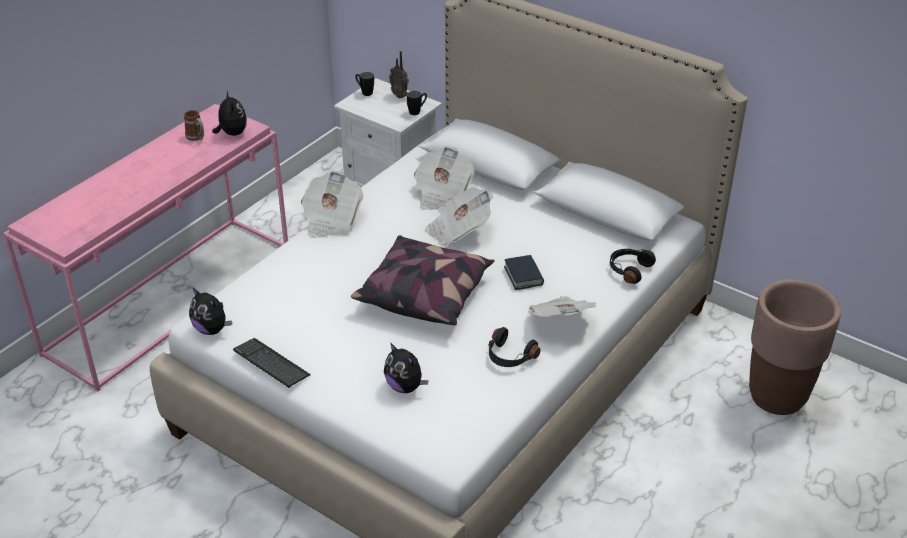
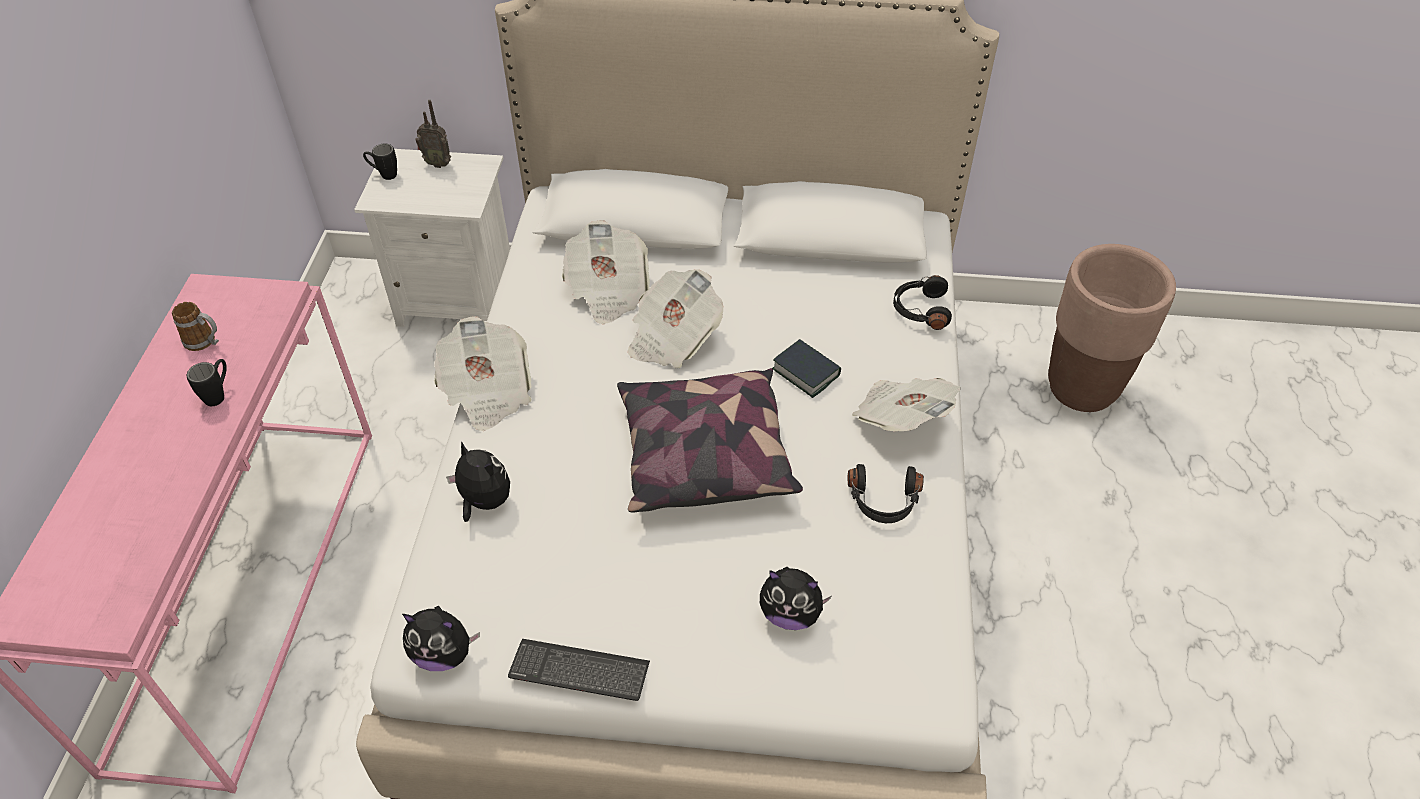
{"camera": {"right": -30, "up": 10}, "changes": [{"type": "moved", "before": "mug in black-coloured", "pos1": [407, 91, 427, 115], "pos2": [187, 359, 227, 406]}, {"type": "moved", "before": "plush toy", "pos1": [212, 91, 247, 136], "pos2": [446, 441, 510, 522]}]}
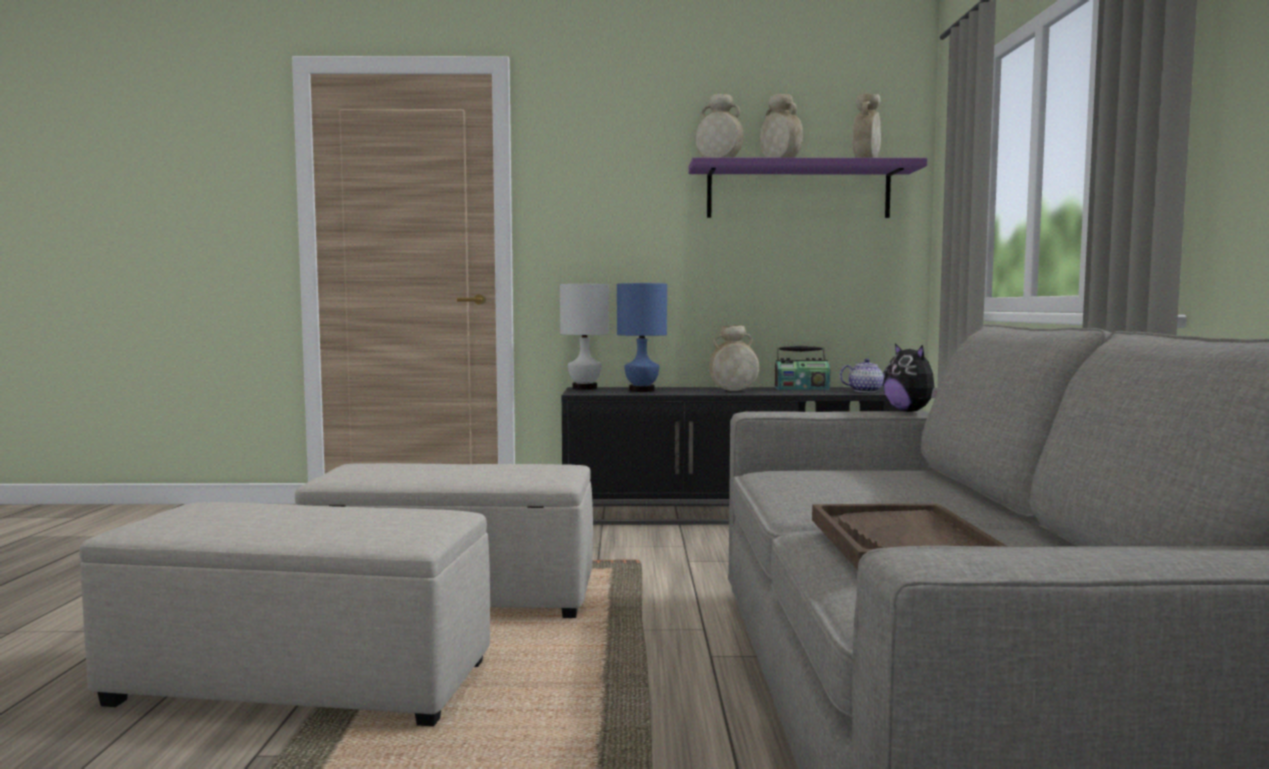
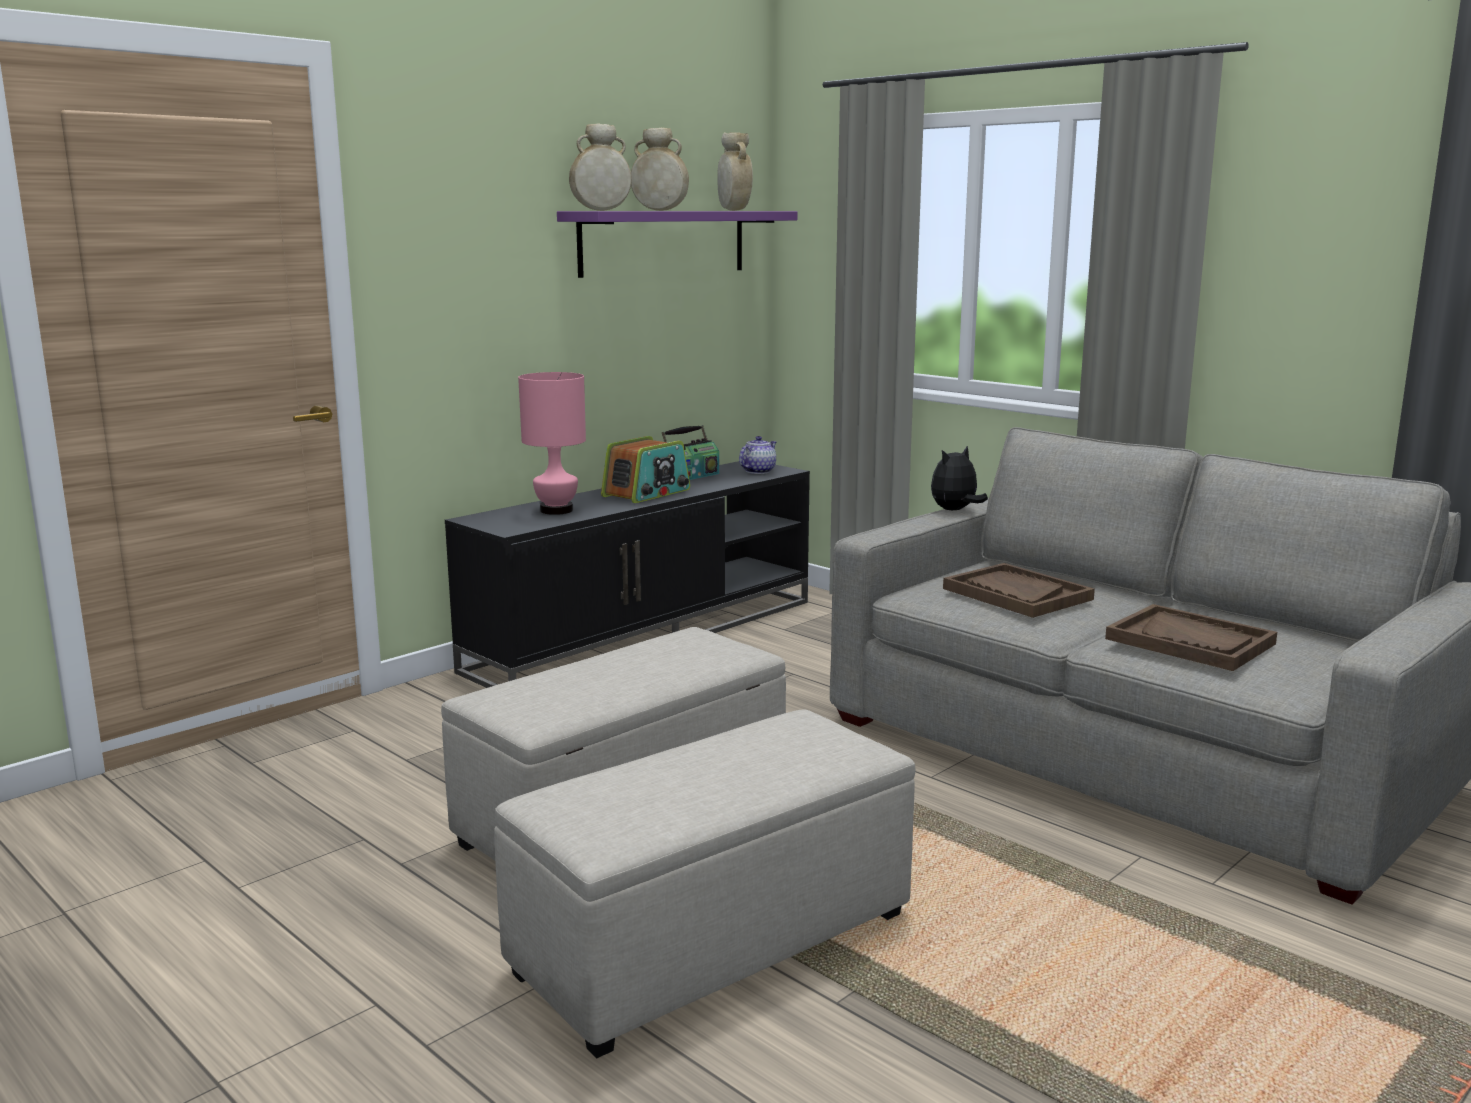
{"camera": {"right": -45, "up": 10}, "changes": [{"type": "recoloured", "before": "lamp for a table in blue-coloured", "after": "lamp for a table in pink-coloured", "pos1": [617, 283, 667, 392], "pos2": [518, 372, 586, 515]}, {"type": "replaced", "before": "flower vase in beige-coloured", "after": "radio set", "pos1": [709, 325, 759, 391], "pos2": [601, 436, 690, 503]}, {"type": "turned", "before": "plush toy", "pos1": [883, 343, 938, 412], "pos2": [931, 446, 988, 510], "turn": 120}, {"type": "added", "after": "carrying tray in brown-coloured", "pos2": [943, 563, 1095, 618]}, {"type": "removed", "before": "lamp for a table in white", "pos1": [560, 284, 609, 390]}]}
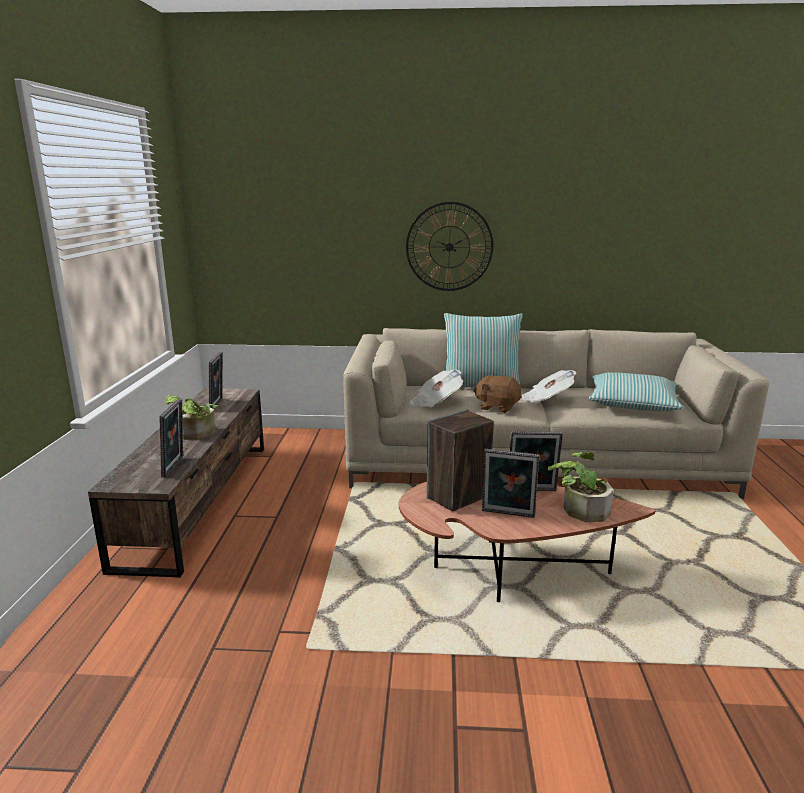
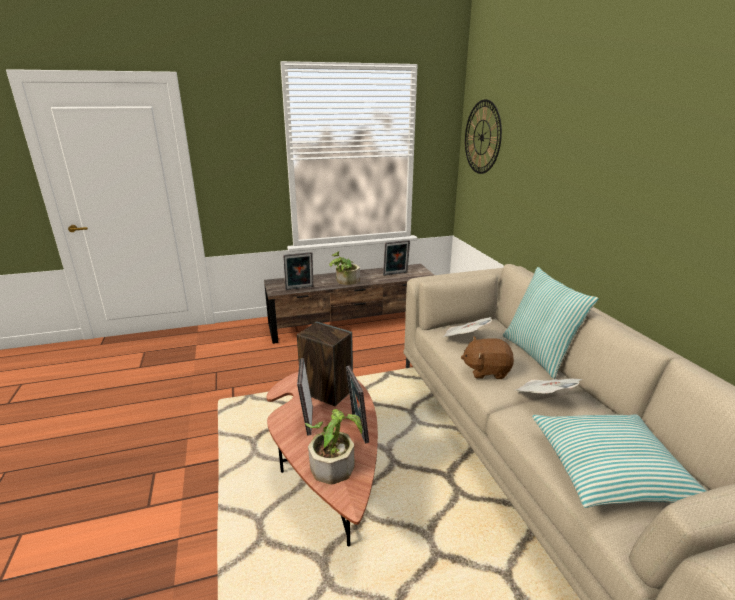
{"camera": {"right": 70, "up": 5}, "changes": [{"type": "turned", "before": "plush toy in brown-coloured", "pos1": [473, 375, 522, 413], "pos2": [461, 336, 514, 379], "turn": -90}, {"type": "moved", "before": "clock on the wall", "pos1": [406, 202, 493, 291], "pos2": [465, 99, 502, 174]}]}
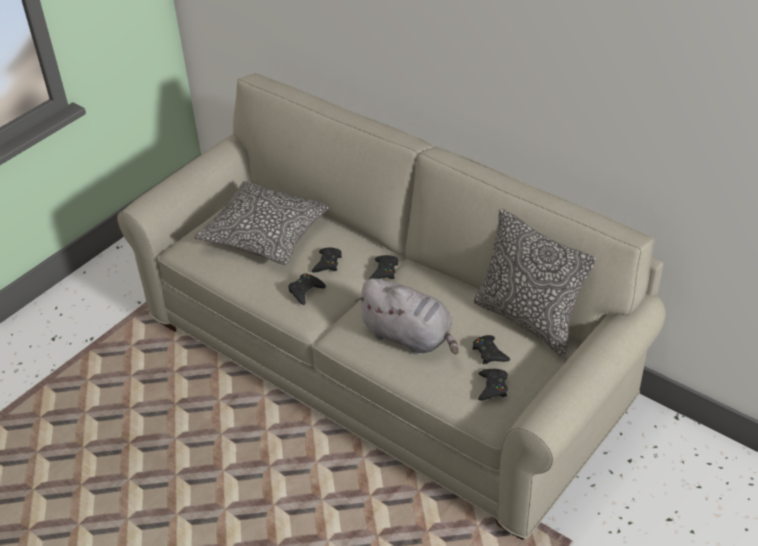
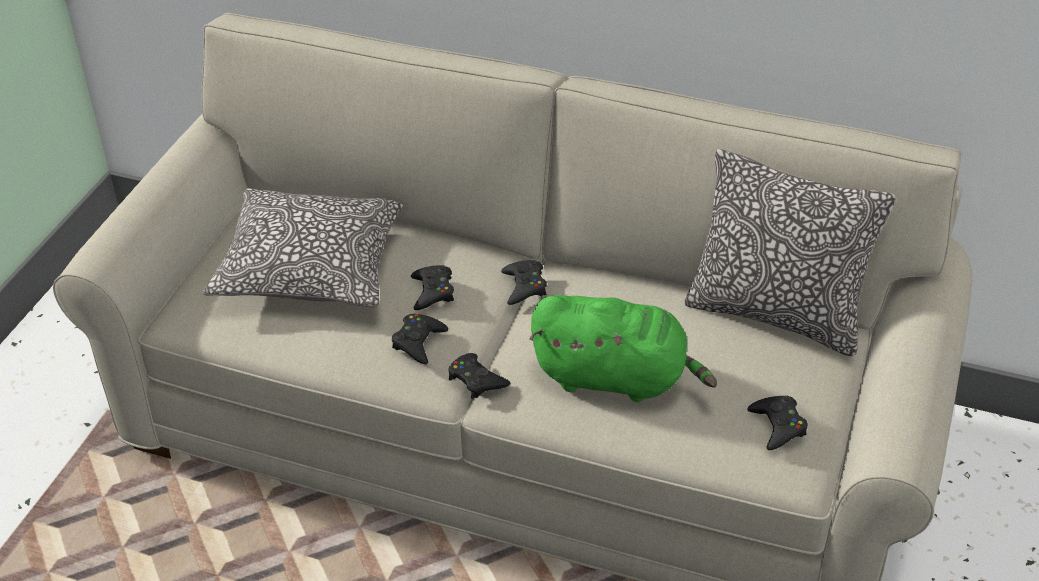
{"camera": {"right": -20, "up": 0}, "changes": [{"type": "moved", "before": "game controller in black-coloured", "pos1": [472, 335, 510, 364], "pos2": [448, 353, 510, 399]}, {"type": "recoloured", "before": "plush toy in greyish", "after": "plush toy in greenish", "pos1": [355, 278, 458, 355], "pos2": [530, 295, 717, 402]}]}
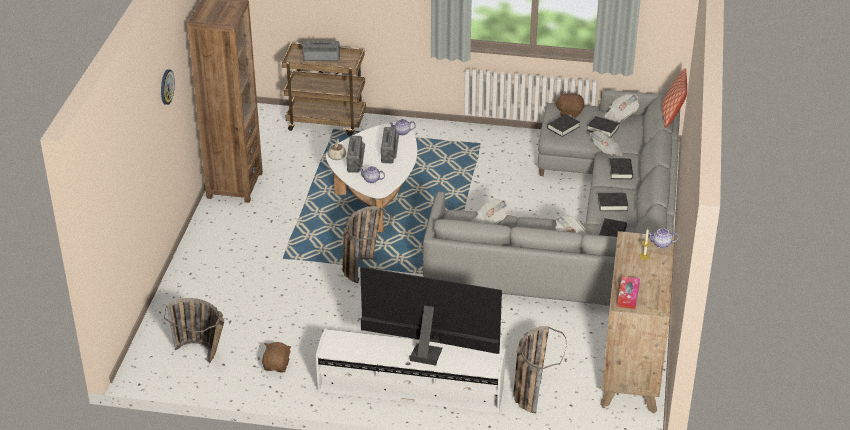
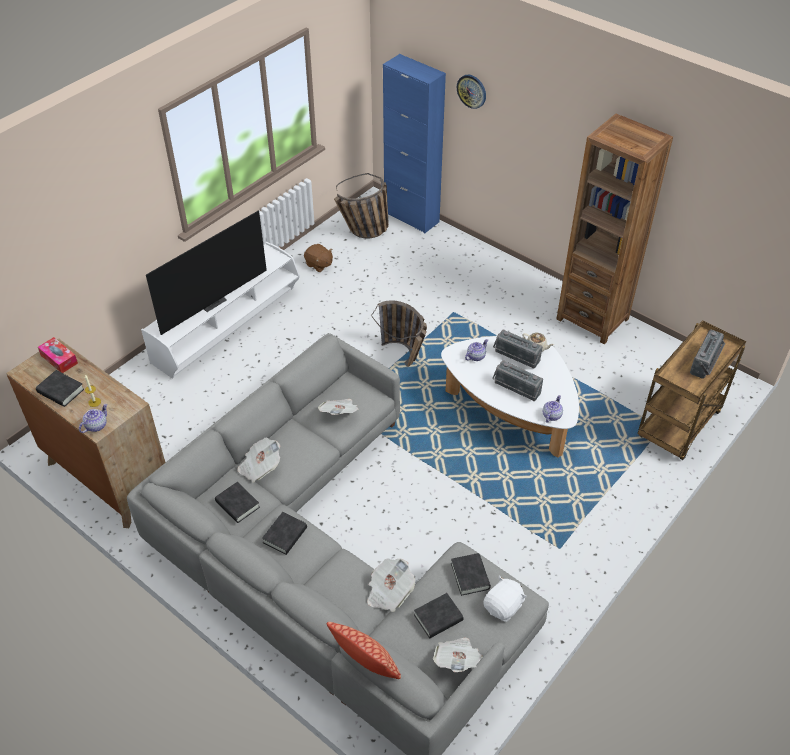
{"camera": {"right": 120, "up": 10}, "changes": [{"type": "moved", "before": "volume in black-coloured", "pos1": [609, 158, 633, 179], "pos2": [36, 370, 84, 407]}, {"type": "added", "after": "cabinet in blue-coloured", "pos2": [383, 54, 446, 233]}, {"type": "moved", "before": "clock on the wall", "pos1": [161, 69, 175, 105], "pos2": [457, 75, 486, 109]}, {"type": "recoloured", "before": "plush toy in brown-coloured", "after": "plush toy in white", "pos1": [555, 92, 585, 118], "pos2": [483, 576, 527, 622]}, {"type": "removed", "before": "basket", "pos1": [513, 326, 567, 413]}]}
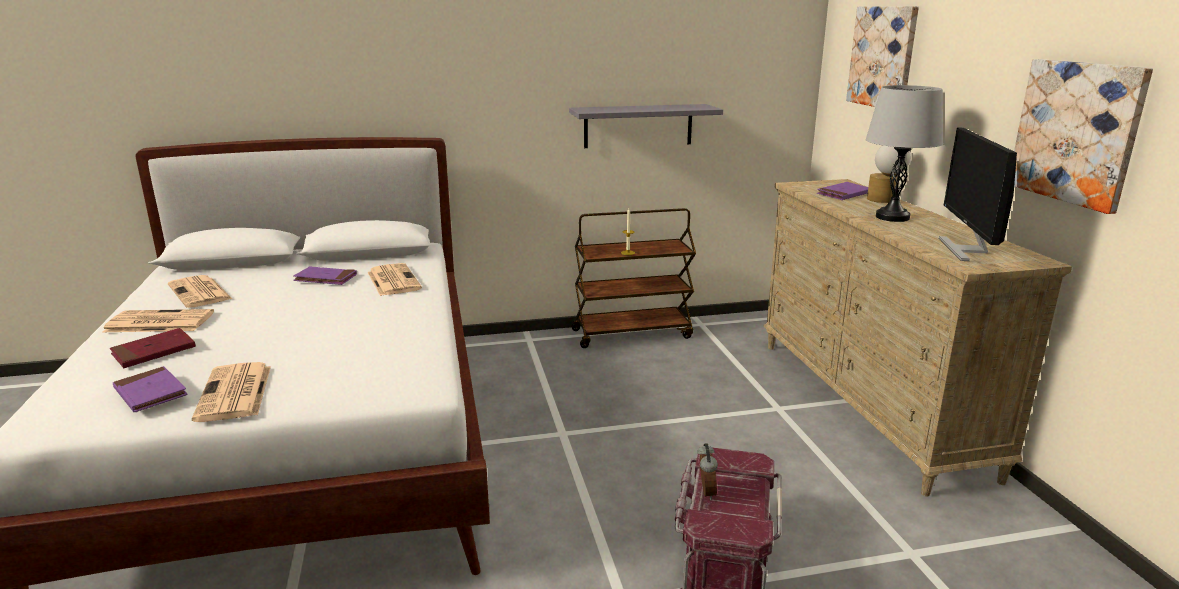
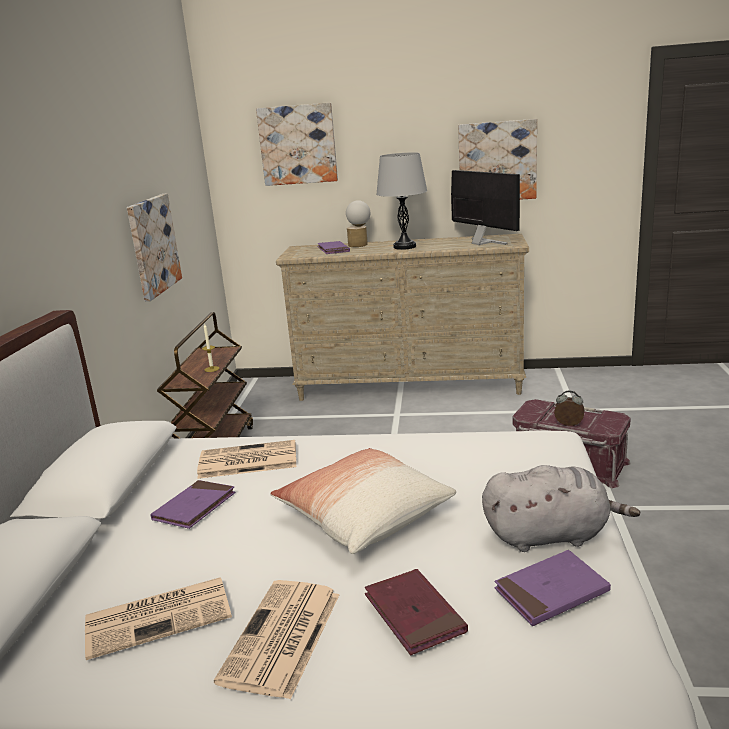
{"camera": {"right": -70, "up": 0}, "changes": [{"type": "replaced", "before": "shelf in greyish", "after": "picture", "pos1": [569, 104, 723, 148], "pos2": [127, 193, 182, 301]}, {"type": "added", "after": "cushion", "pos2": [270, 448, 456, 554]}, {"type": "turned", "before": "computer screen", "pos1": [939, 128, 1017, 261], "pos2": [451, 170, 520, 245], "turn": -150}, {"type": "replaced", "before": "printed paper", "after": "plush toy in greyish", "pos1": [192, 362, 271, 422], "pos2": [482, 465, 640, 552]}]}
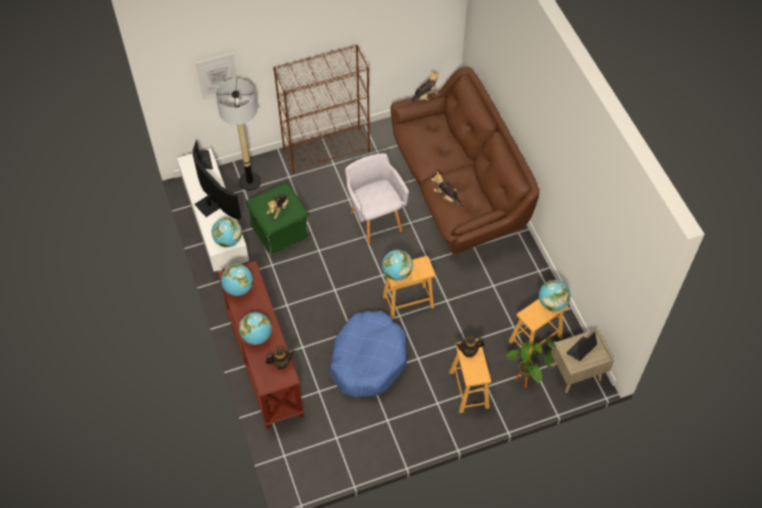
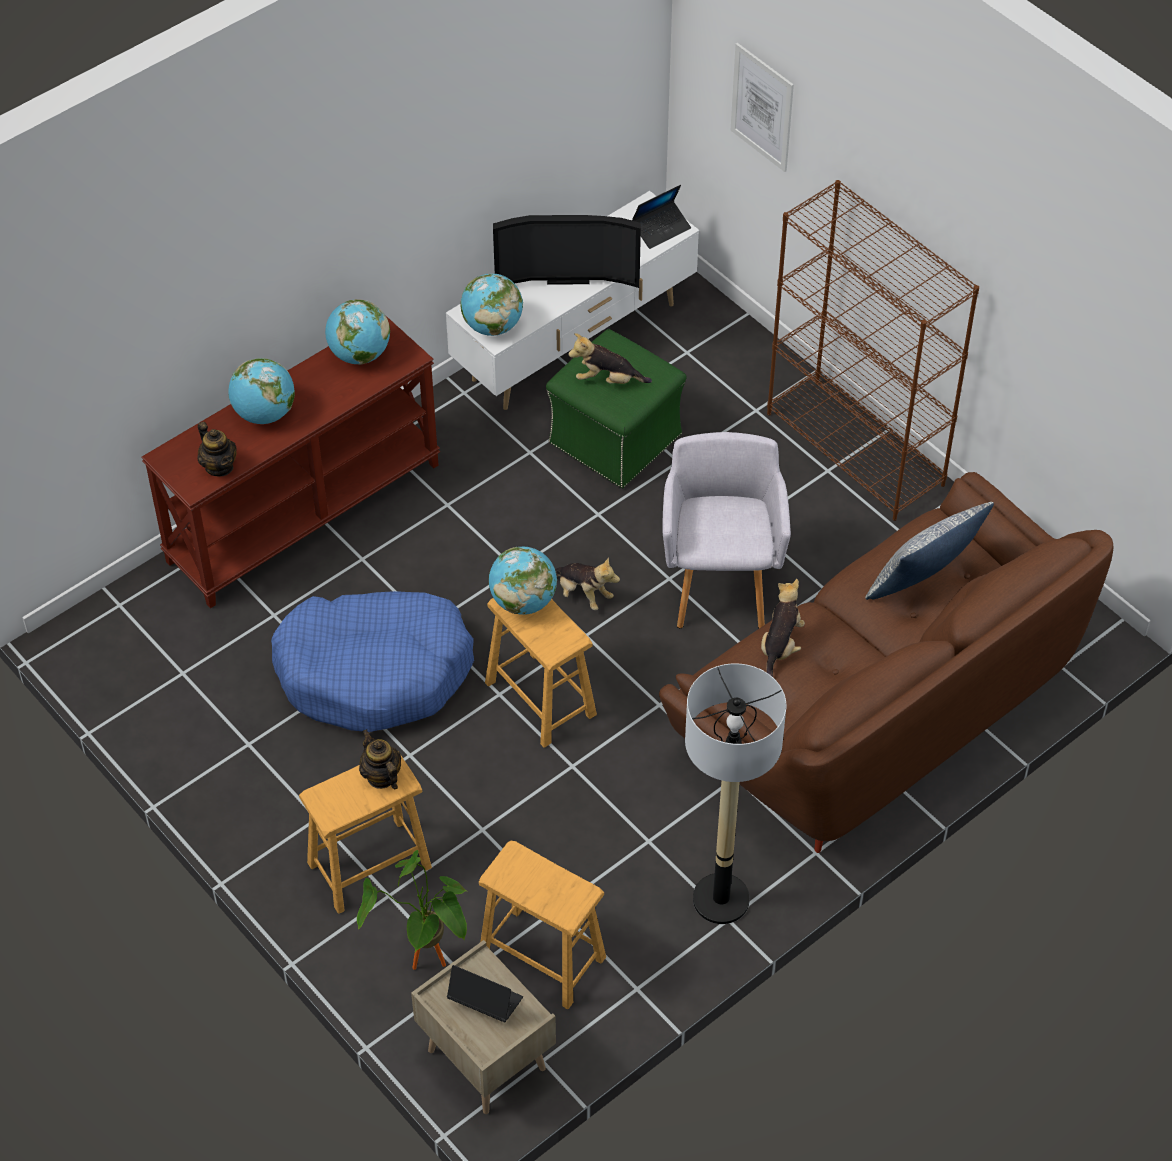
{"camera": {"right": 70, "up": -5}, "changes": [{"type": "turned", "before": "TV set", "pos1": [192, 152, 241, 220], "pos2": [493, 215, 641, 288], "turn": 60}, {"type": "moved", "before": "plush toy", "pos1": [410, 71, 439, 106], "pos2": [555, 557, 620, 610]}, {"type": "turned", "before": "easy chair in greyish", "pos1": [345, 153, 409, 245], "pos2": [663, 432, 791, 629], "turn": -45}, {"type": "moved", "before": "floor lamp", "pos1": [216, 78, 261, 191], "pos2": [685, 663, 786, 924]}, {"type": "added", "after": "cushion", "pos2": [865, 502, 994, 600]}, {"type": "removed", "before": "desk globe", "pos1": [539, 280, 571, 311]}]}
